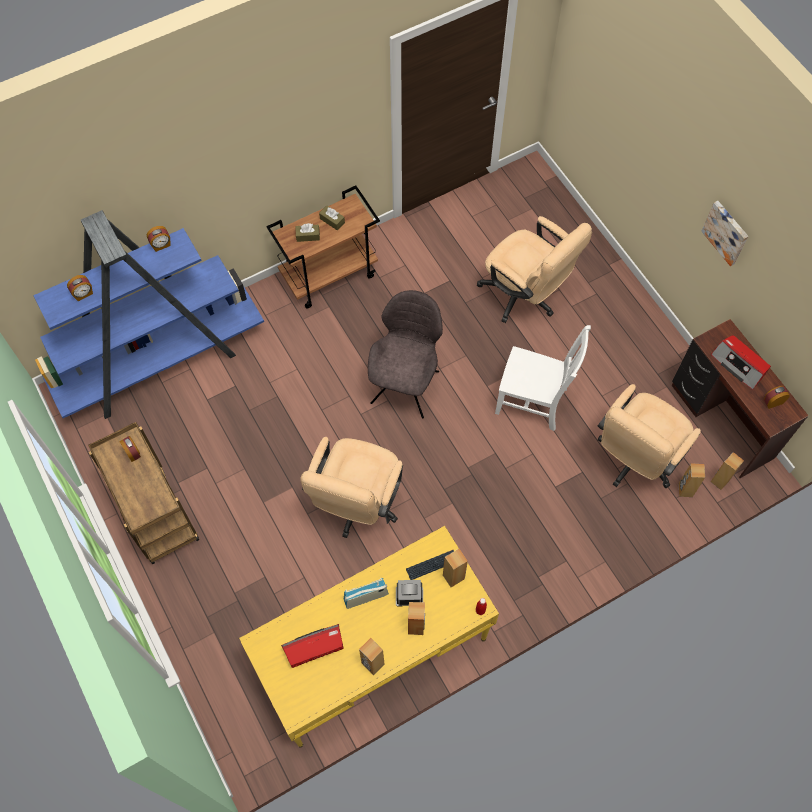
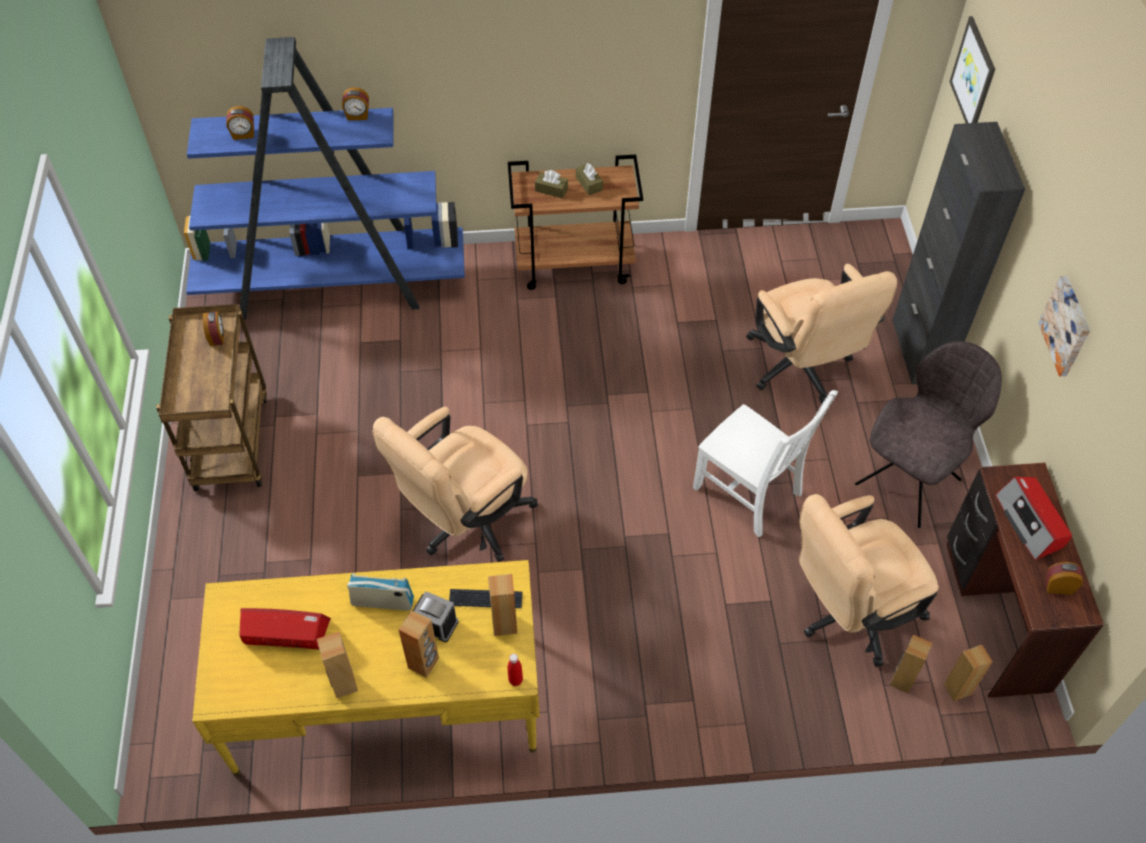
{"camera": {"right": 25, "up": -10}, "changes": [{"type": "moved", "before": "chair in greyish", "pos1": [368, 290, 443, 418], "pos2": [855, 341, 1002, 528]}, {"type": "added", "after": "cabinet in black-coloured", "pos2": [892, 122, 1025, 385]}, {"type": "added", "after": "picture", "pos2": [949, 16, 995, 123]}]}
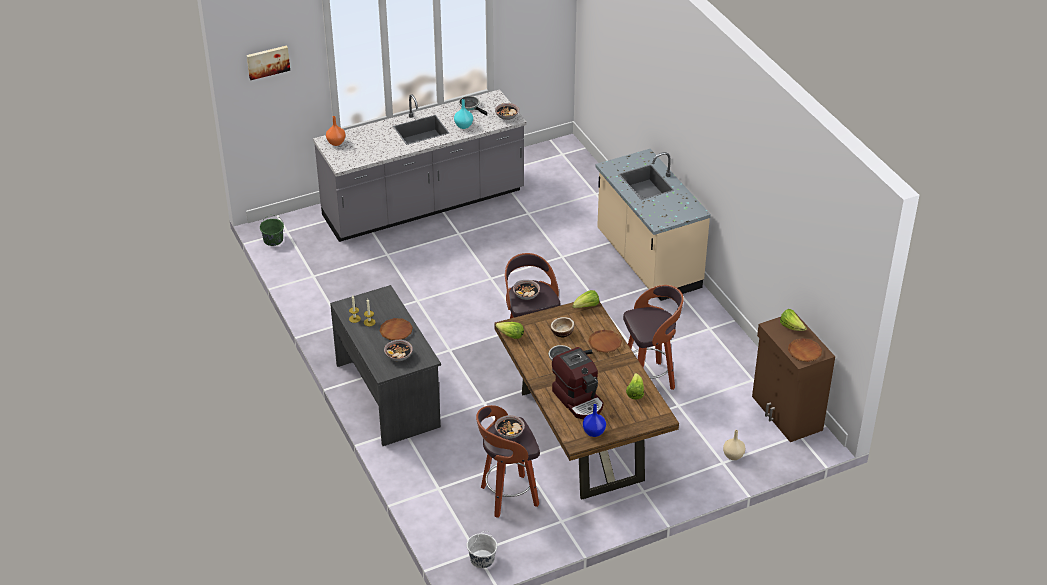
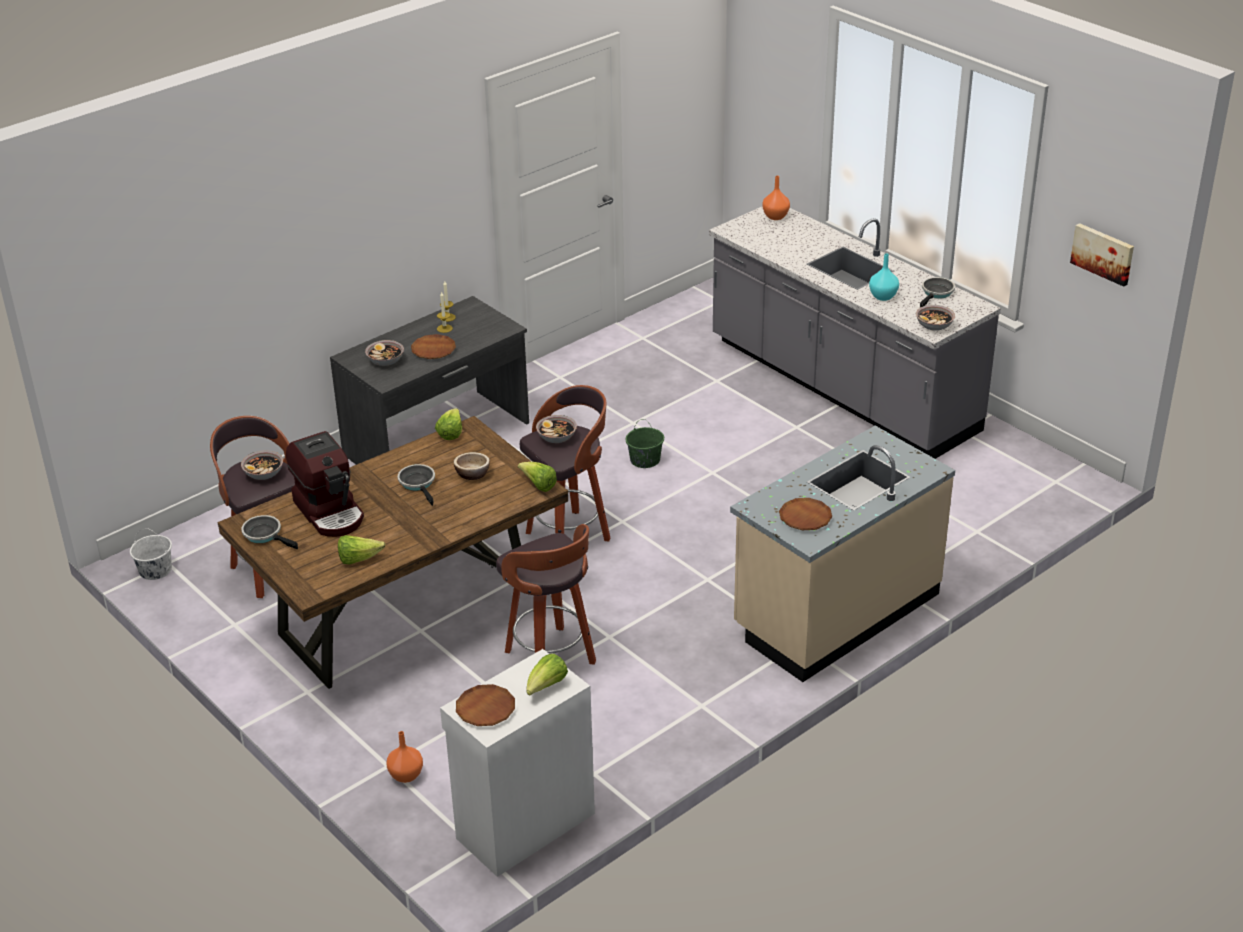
{"camera": {"right": 75, "up": -5}, "changes": [{"type": "replaced", "before": "flower vase in blue-coloured", "after": "frying pan", "pos1": [583, 404, 606, 437], "pos2": [241, 515, 298, 549]}, {"type": "turned", "before": "coffee brewer", "pos1": [552, 347, 604, 419], "pos2": [286, 431, 364, 537], "turn": -75}, {"type": "recoloured", "before": "flower vase in beige-coloured", "after": "flower vase in orange", "pos1": [723, 430, 745, 460], "pos2": [386, 731, 423, 783]}, {"type": "recoloured", "before": "cabinet in brown-coloured", "after": "cabinet in white", "pos1": [752, 313, 835, 442], "pos2": [440, 649, 595, 877]}, {"type": "moved", "before": "pail in greenish", "pos1": [260, 215, 284, 246], "pos2": [626, 419, 664, 468]}, {"type": "moved", "before": "flat dish in brown-coloured", "pos1": [588, 330, 622, 353], "pos2": [779, 498, 832, 530]}, {"type": "moved", "before": "picture", "pos1": [247, 45, 290, 80], "pos2": [1070, 223, 1134, 287]}]}
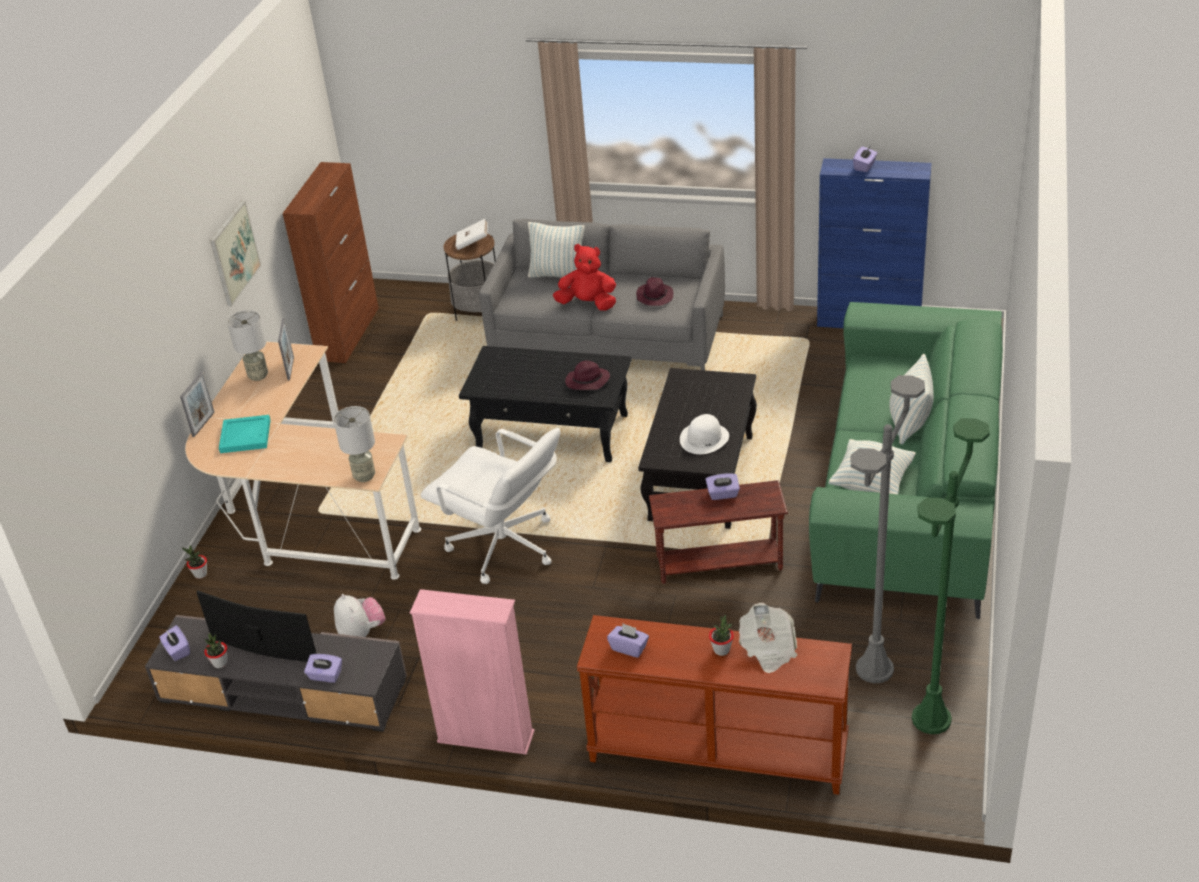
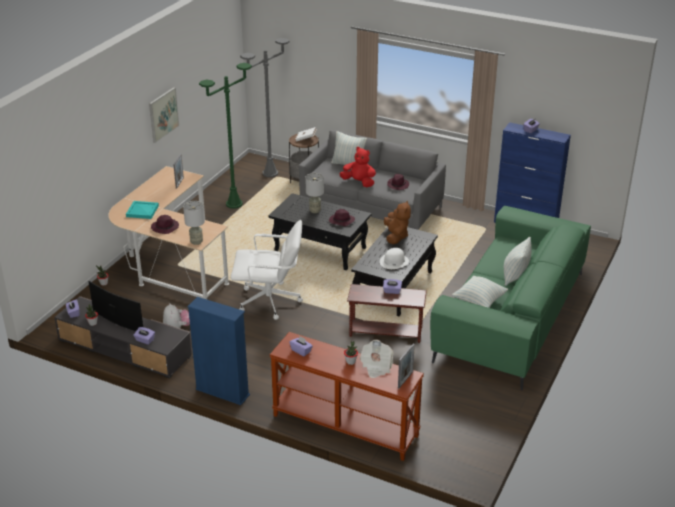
{"camera": {"right": 10, "up": -5}, "changes": [{"type": "added", "after": "hat in purplish", "pos2": [151, 215, 179, 234]}, {"type": "recoloured", "before": "bookcase in pink-coloured", "after": "bookcase in blue-coloured", "pos1": [410, 589, 535, 755], "pos2": [187, 297, 250, 405]}, {"type": "moved", "before": "floor lamp in greenish", "pos1": [912, 418, 990, 734], "pos2": [199, 63, 252, 209]}, {"type": "turned", "before": "computer chair in white", "pos1": [421, 428, 560, 584], "pos2": [231, 220, 303, 320], "turn": -45}, {"type": "moved", "before": "floor lamp in greyish", "pos1": [851, 375, 925, 683], "pos2": [240, 38, 290, 177]}, {"type": "moved", "before": "lamp for a table in greyish", "pos1": [227, 310, 268, 381], "pos2": [306, 173, 324, 213]}, {"type": "added", "after": "plush toy in brown-coloured", "pos2": [384, 201, 411, 245]}, {"type": "moved", "before": "standing frame", "pos1": [180, 372, 215, 437], "pos2": [398, 344, 415, 388]}, {"type": "removed", "before": "cabinet in brown-coloured", "pos1": [283, 162, 379, 363]}]}
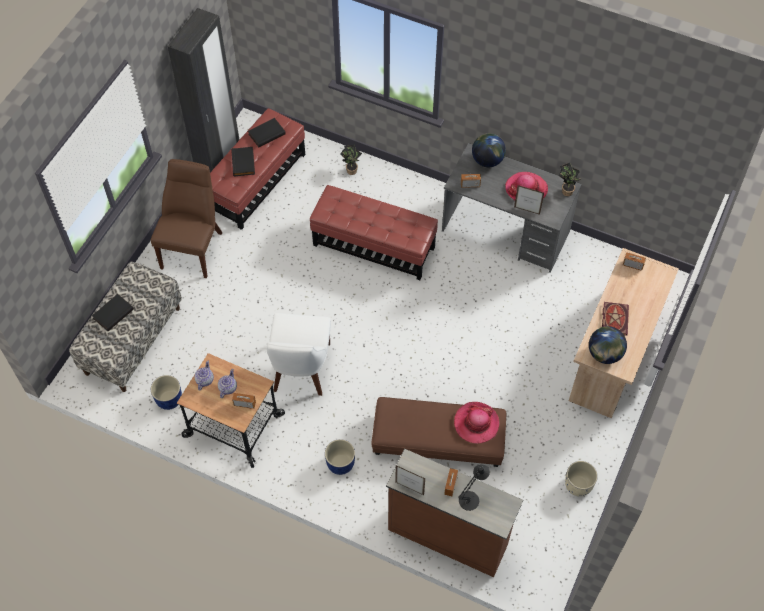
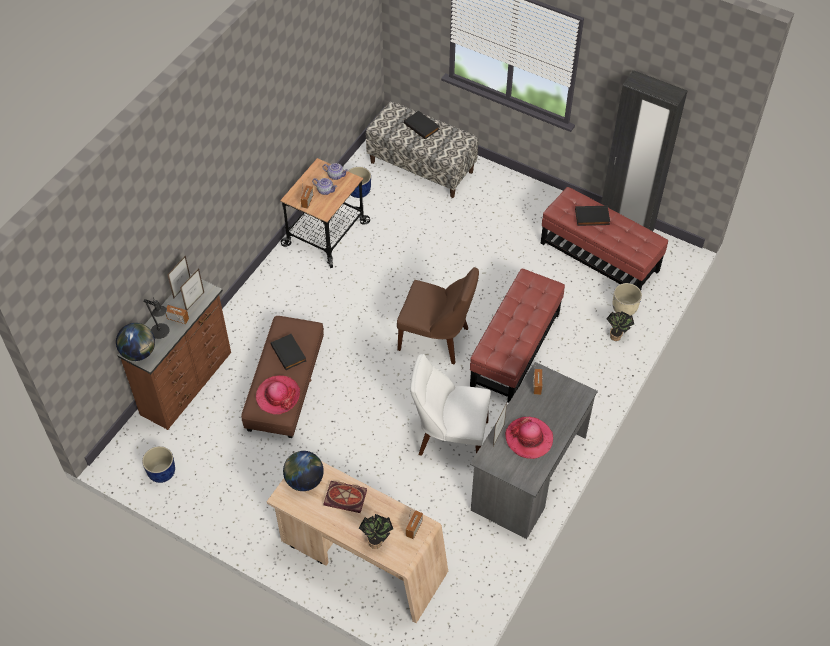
{"camera": {"right": 95, "up": -5}, "changes": [{"type": "moved", "before": "desk globe", "pos1": [472, 133, 506, 167], "pos2": [116, 323, 155, 361]}, {"type": "moved", "before": "flower pot in blue-coloured", "pos1": [325, 439, 355, 475], "pos2": [142, 446, 175, 483]}, {"type": "added", "after": "standing frame", "pos2": [180, 269, 204, 310]}, {"type": "moved", "before": "volume in black-coloured", "pos1": [248, 118, 286, 147], "pos2": [271, 334, 306, 370]}, {"type": "moved", "before": "potted plant", "pos1": [559, 163, 581, 196], "pos2": [359, 514, 393, 549]}, {"type": "moved", "before": "chair in brown-coloured", "pos1": [151, 159, 222, 278], "pos2": [397, 267, 479, 365]}, {"type": "moved", "before": "chair in white", "pos1": [267, 313, 331, 396], "pos2": [410, 354, 491, 456]}, {"type": "moved", "before": "flower pot in beige-coloured", "pos1": [565, 461, 598, 497], "pos2": [613, 283, 642, 316]}]}
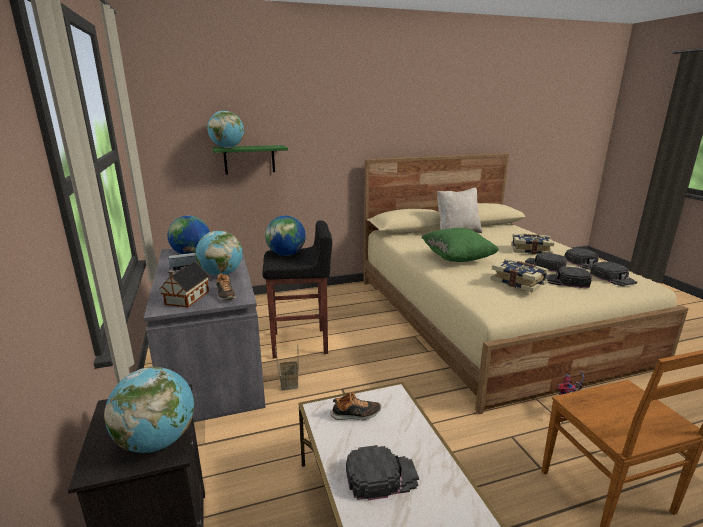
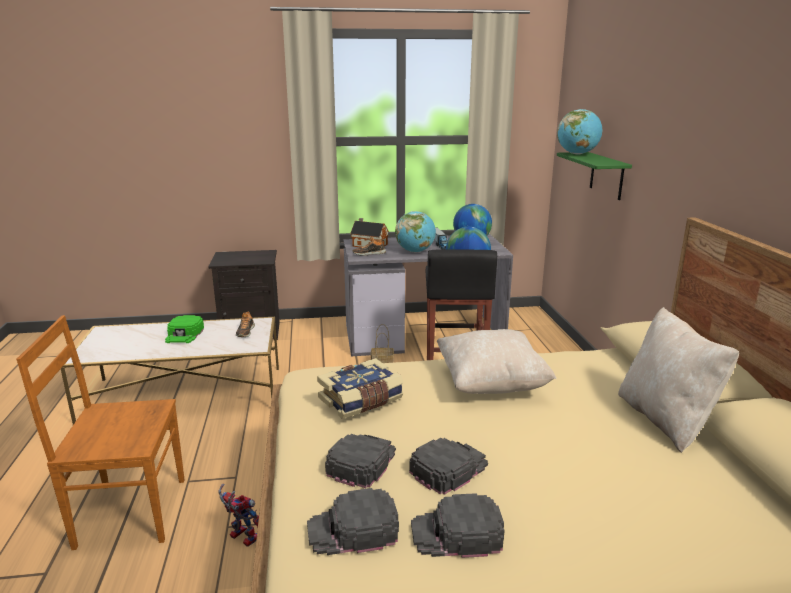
{"camera": {"right": 100, "up": 0}, "changes": [{"type": "recoloured", "before": "baseball cap in black-coloured", "after": "baseball cap in greenish", "pos1": [346, 445, 419, 500], "pos2": [165, 315, 204, 343]}, {"type": "recoloured", "before": "cushion in greenish", "after": "cushion in beige-coloured", "pos1": [422, 228, 499, 262], "pos2": [437, 329, 557, 394]}, {"type": "removed", "before": "desk globe", "pos1": [104, 367, 194, 453]}, {"type": "removed", "before": "volume", "pos1": [511, 233, 554, 255]}]}
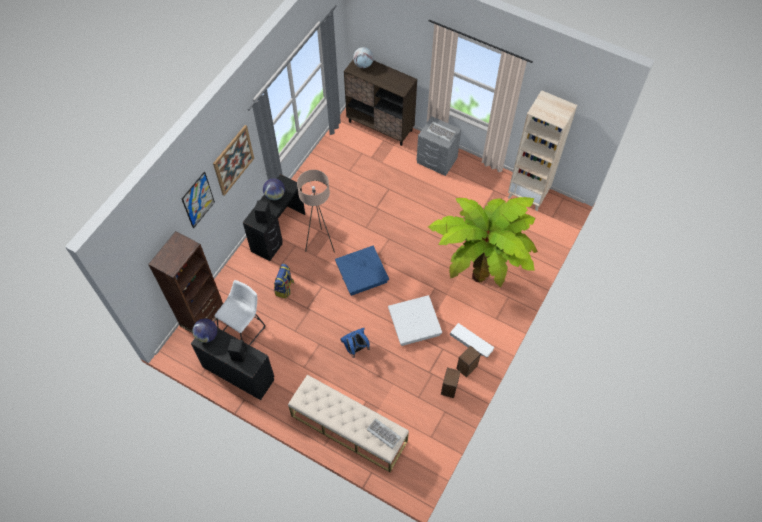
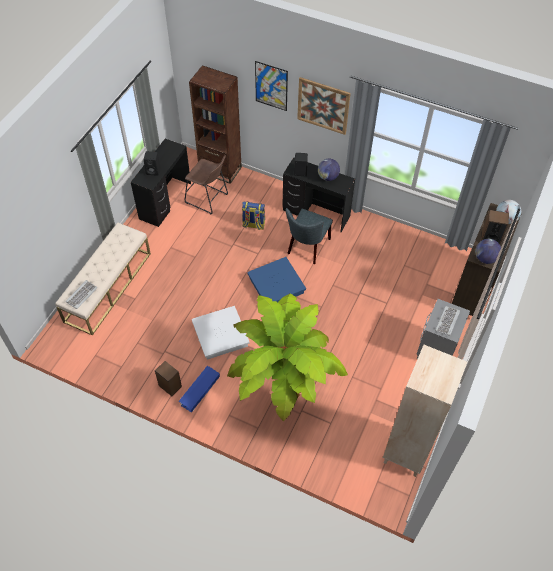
{"camera": {"right": 85, "up": -5}, "changes": [{"type": "recoloured", "before": "storage box in white", "after": "storage box in blue-coloured", "pos1": [450, 323, 494, 358], "pos2": [178, 366, 220, 413]}, {"type": "recoloured", "before": "stool seat in white", "after": "stool seat in brown-coloured", "pos1": [215, 280, 265, 345], "pos2": [185, 155, 228, 215]}, {"type": "replaced", "before": "floor lamp in beige-coloured", "after": "chair in greyish", "pos1": [297, 170, 335, 253], "pos2": [286, 208, 333, 264]}, {"type": "moved", "before": "desk globe", "pos1": [193, 319, 217, 343], "pos2": [475, 239, 501, 264]}, {"type": "moved", "before": "speaker", "pos1": [441, 367, 460, 398], "pos2": [481, 210, 509, 244]}, {"type": "removed", "before": "knapsack in blue-coloured", "pos1": [340, 328, 370, 357]}]}
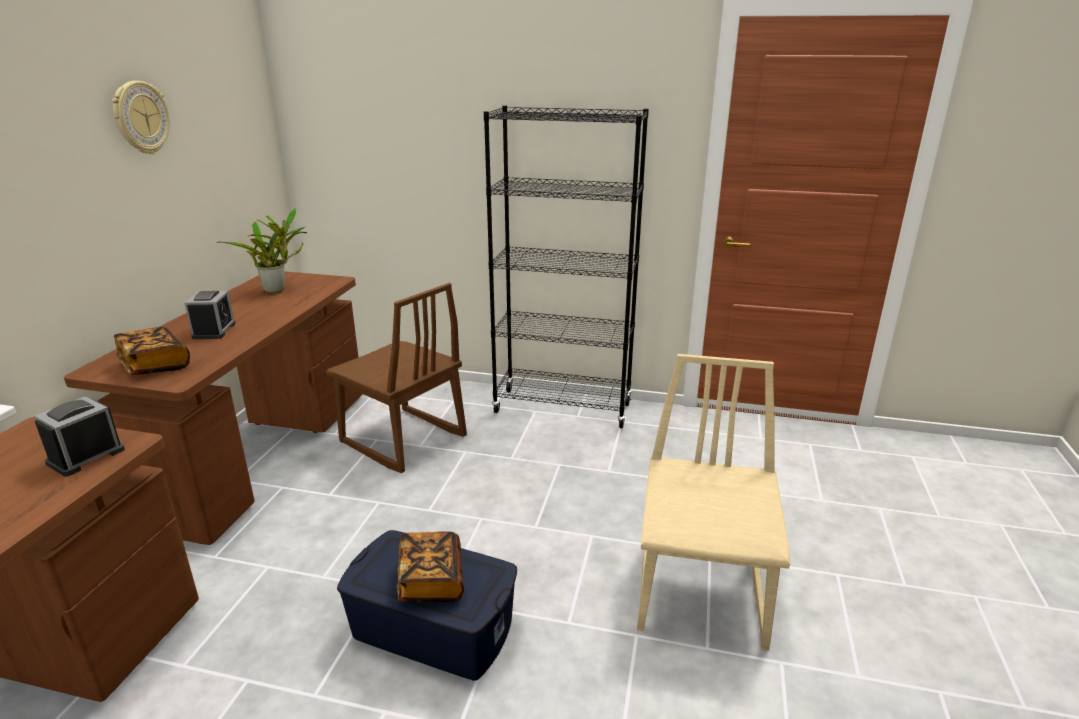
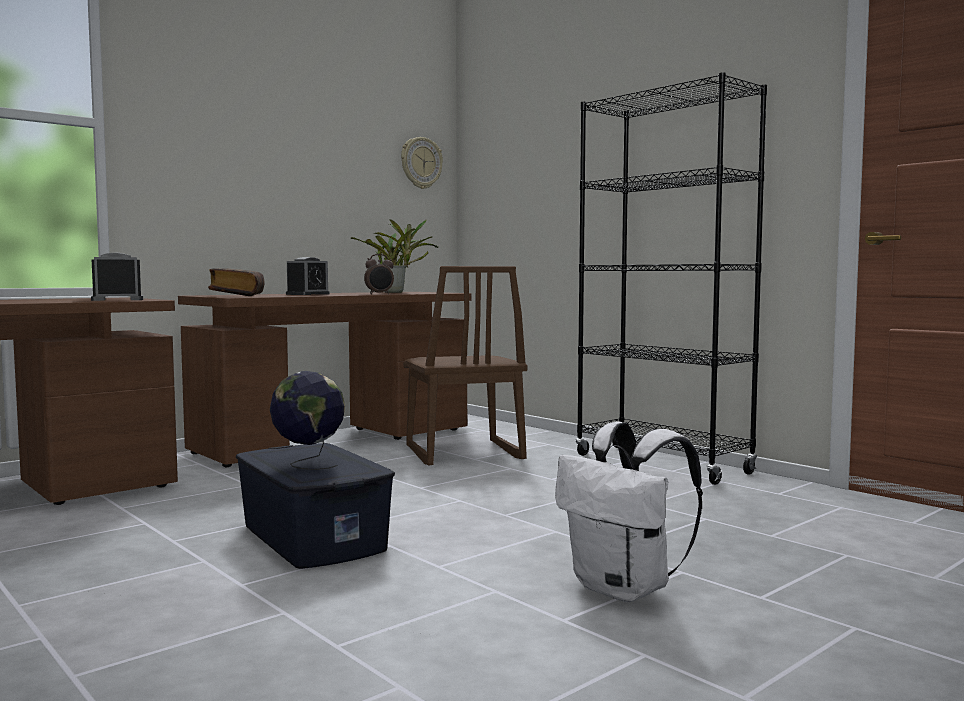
{"camera": {"right": 35, "up": -20}, "changes": [{"type": "replaced", "before": "volume", "after": "desk globe", "pos1": [397, 531, 464, 603], "pos2": [270, 371, 345, 470]}, {"type": "added", "after": "bedside clock", "pos2": [364, 254, 394, 294]}, {"type": "moved", "before": "clock on the wall", "pos1": [112, 81, 170, 154], "pos2": [401, 137, 443, 189]}, {"type": "replaced", "before": "chair in beige-coloured", "after": "knapsack in white", "pos1": [637, 354, 790, 651], "pos2": [555, 421, 703, 602]}]}
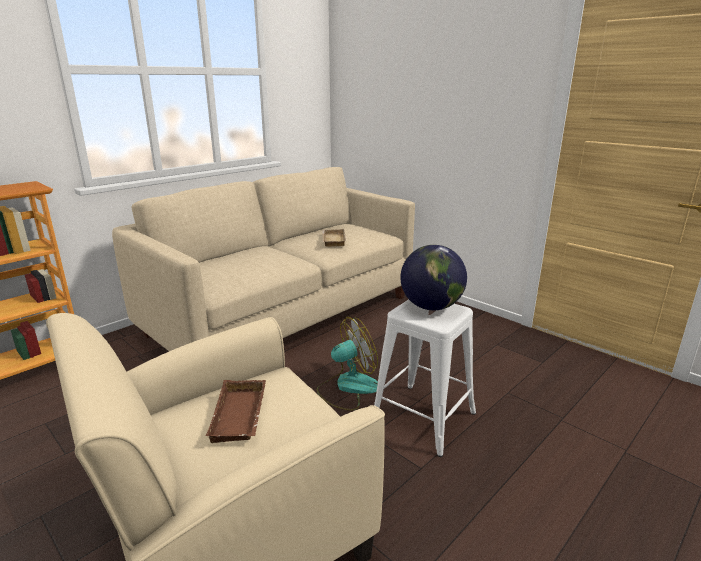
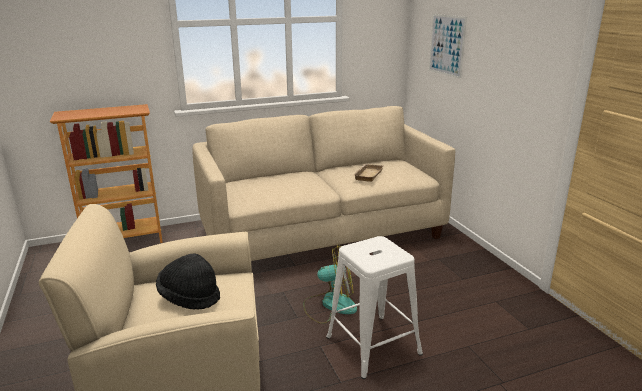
{"camera": {"right": 25, "up": 0}, "changes": [{"type": "replaced", "before": "carrying tray in brown-coloured", "after": "hat in black-coloured", "pos1": [206, 380, 266, 443], "pos2": [156, 253, 220, 310]}, {"type": "added", "after": "picture", "pos2": [429, 14, 467, 79]}, {"type": "removed", "before": "desk globe", "pos1": [400, 245, 467, 310]}]}
